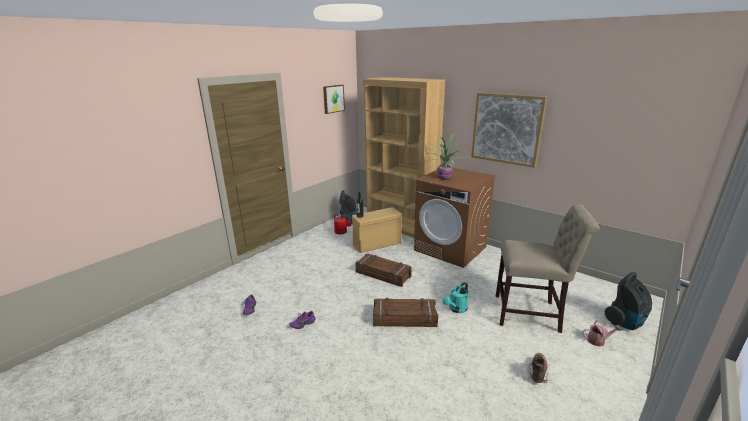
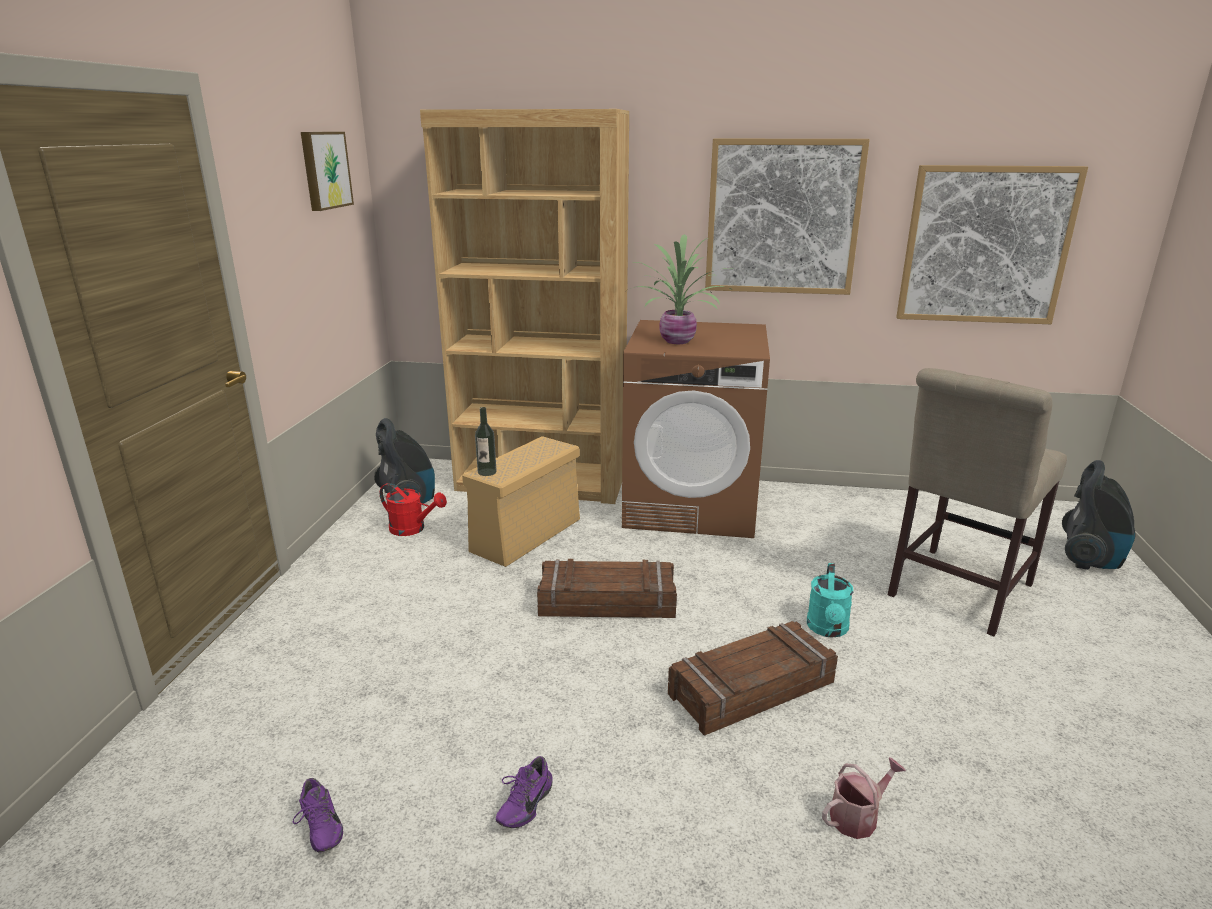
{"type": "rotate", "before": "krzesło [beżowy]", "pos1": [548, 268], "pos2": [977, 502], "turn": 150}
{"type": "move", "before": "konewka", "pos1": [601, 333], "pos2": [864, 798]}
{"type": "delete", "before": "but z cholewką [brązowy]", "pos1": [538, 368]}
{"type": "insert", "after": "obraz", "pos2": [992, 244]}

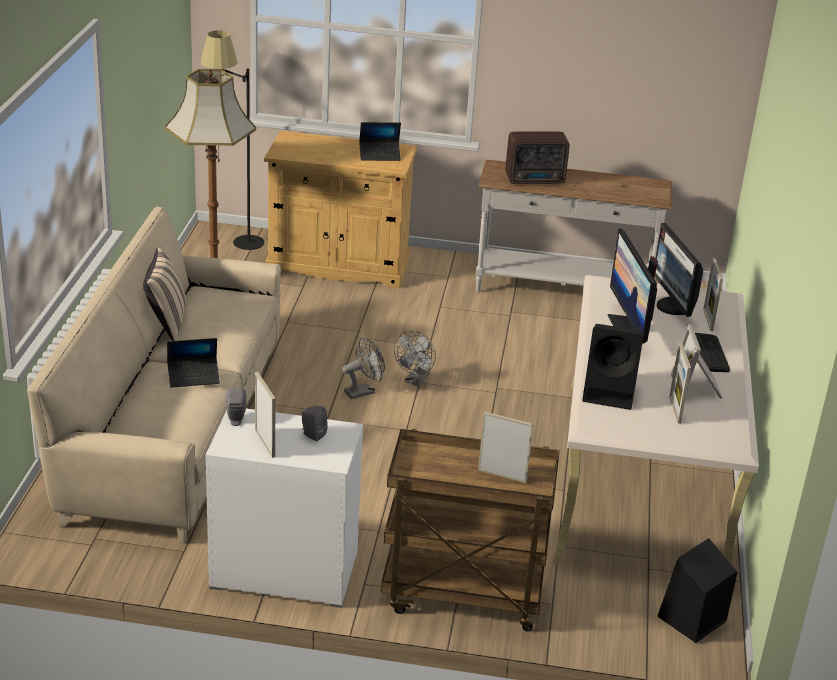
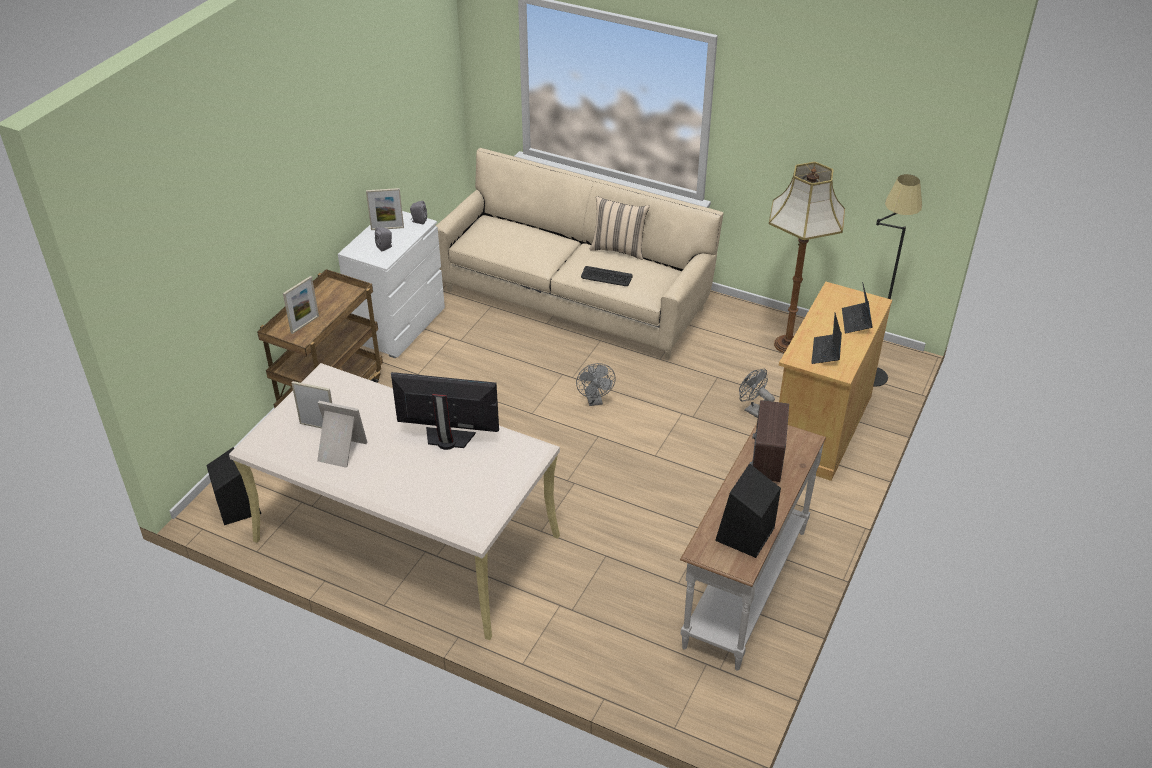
{"type": "delete", "before": "monitor", "pos1": [679, 270]}
{"type": "delete", "before": "ramka na zdjęcie", "pos1": [713, 294]}
{"type": "move", "before": "głośnik [czarny]", "pos1": [613, 367], "pos2": [748, 510]}
{"type": "move", "before": "wentylator [szary]", "pos1": [415, 358], "pos2": [757, 393]}
{"type": "move", "before": "klawiatura", "pos1": [712, 352], "pos2": [606, 276]}
{"type": "move", "before": "laptop", "pos1": [193, 363], "pos2": [857, 307]}

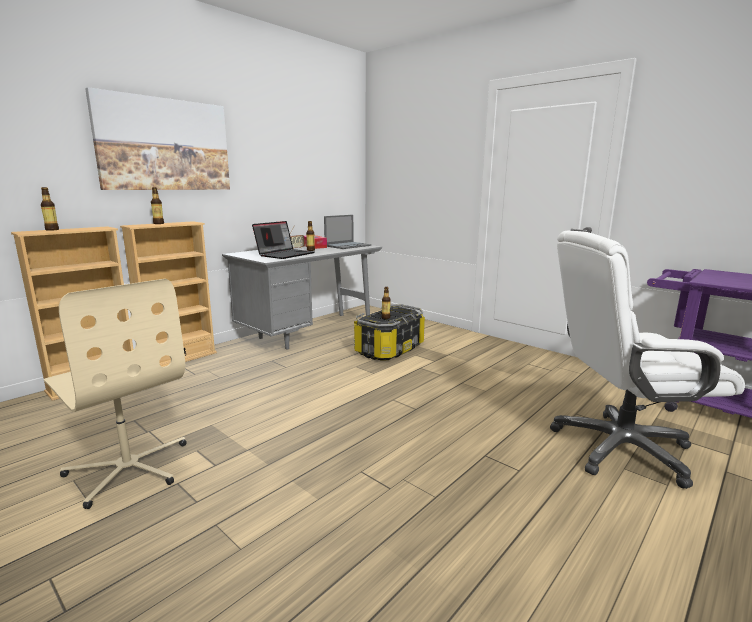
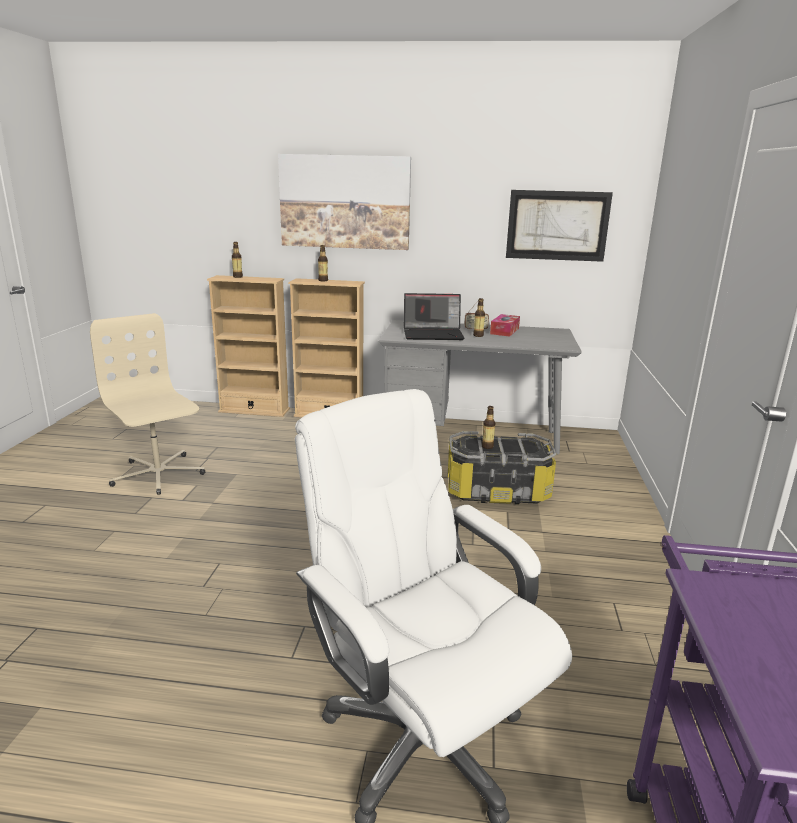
{"type": "delete", "before": "laptop", "pos1": [347, 232]}
{"type": "rotate", "before": "krzesło biurowe [beżowy]", "pos1": [115, 394], "pos2": [147, 404], "turn": 135}
{"type": "insert", "after": "obraz", "pos2": [559, 226]}

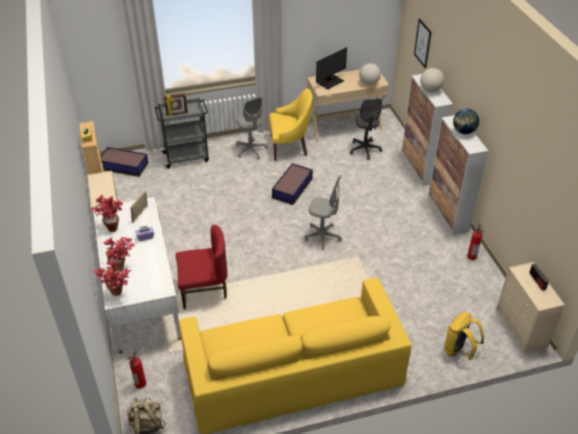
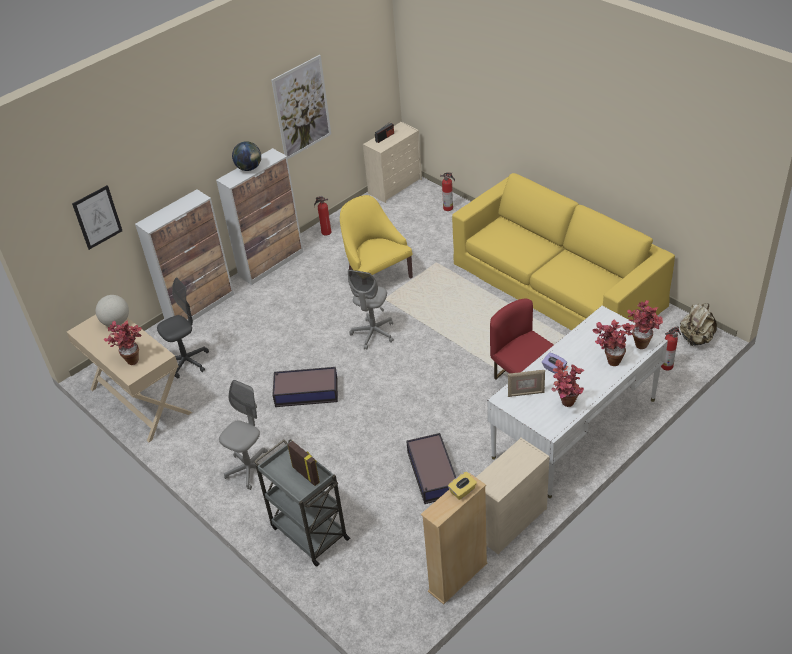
{"type": "replace", "before": "monitor", "after": "roślina doniczkowa", "pos1": [331, 68], "pos2": [123, 342]}
{"type": "delete", "before": "globus", "pos1": [432, 80]}
{"type": "move", "before": "fotel [żółty]", "pos1": [290, 125], "pos2": [376, 237]}
{"type": "move", "before": "pojemnik do przechowywania", "pos1": [124, 162], "pos2": [431, 468]}
{"type": "rotate", "before": "krzesło biurowe [szary]", "pos1": [323, 212], "pos2": [371, 310], "turn": -150}
{"type": "replace", "before": "plecak [żółty]", "after": "gaśnica", "pos1": [464, 336], "pos2": [447, 191]}
{"type": "insert", "after": "obraz", "pos2": [301, 107]}

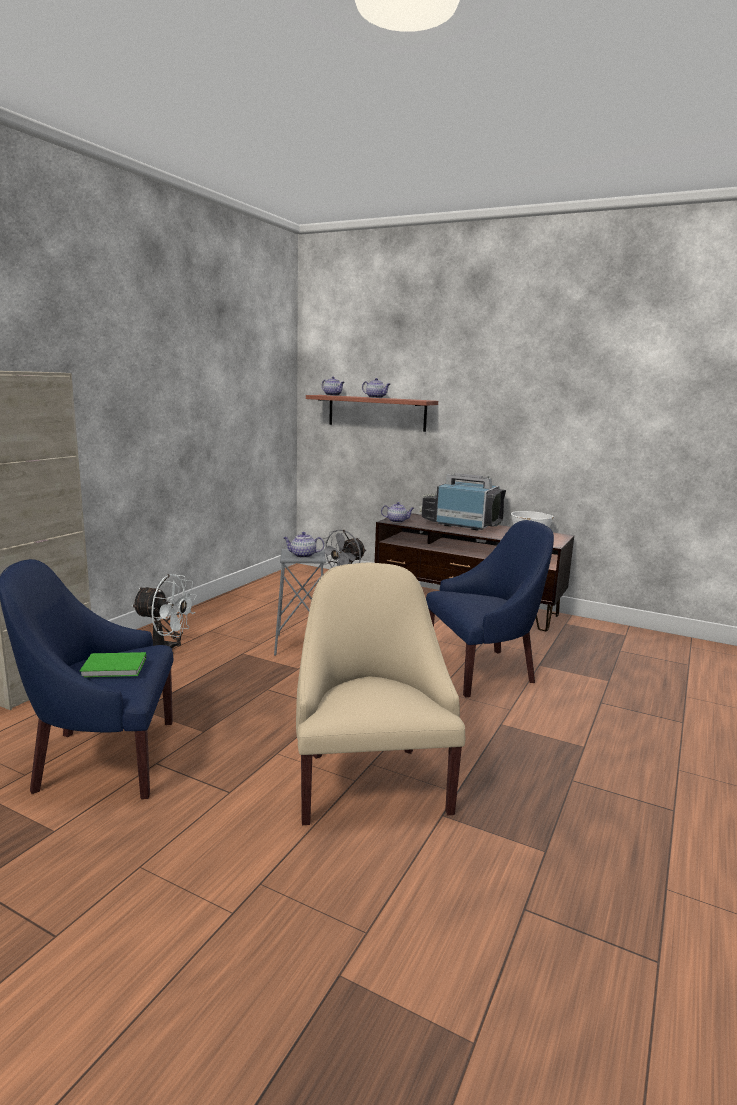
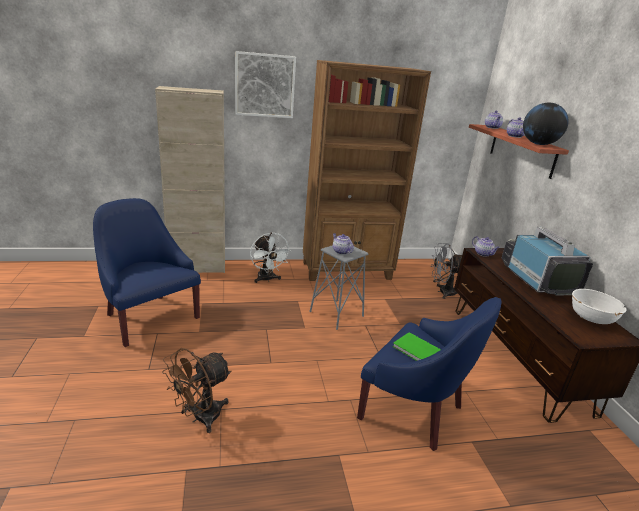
{"type": "replace", "before": "fotel [beżowy]", "after": "wentylator [brązowy]", "pos1": [380, 694], "pos2": [196, 390]}
{"type": "move", "before": "książka [zielony]", "pos1": [113, 664], "pos2": [416, 346]}
{"type": "insert", "after": "obraz", "pos2": [265, 84]}
{"type": "insert", "after": "regał [brązowy]", "pos2": [367, 170]}
{"type": "insert", "after": "globus", "pos2": [546, 124]}

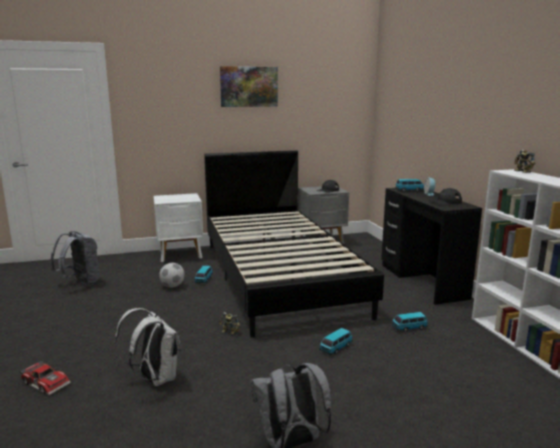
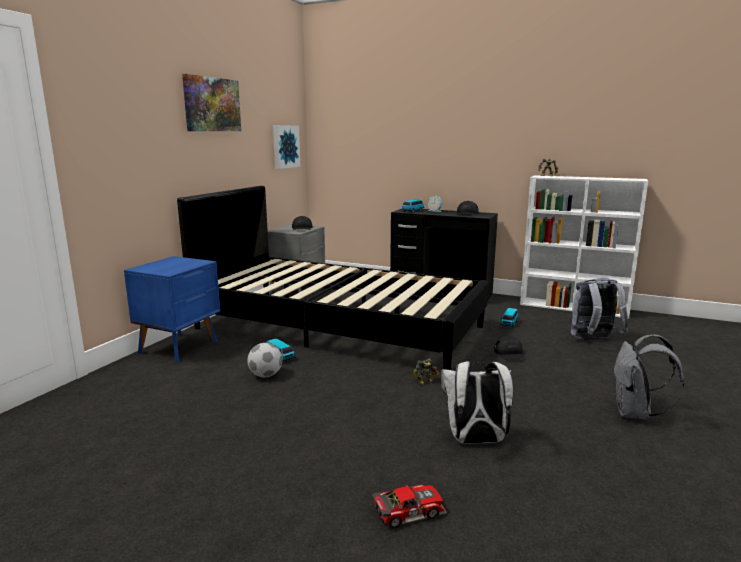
{"type": "recolor", "before": "szafka nocna [biały]", "after": "szafka nocna [niebieski]", "pos1": [178, 227], "pos2": [172, 309]}
{"type": "move", "before": "plecak [szary]", "pos1": [75, 258], "pos2": [600, 309]}
{"type": "replace", "before": "samochodzik", "after": "czapka z daszkiem [czarny]", "pos1": [336, 341], "pos2": [510, 348]}
{"type": "insert", "after": "obraz", "pos2": [286, 147]}

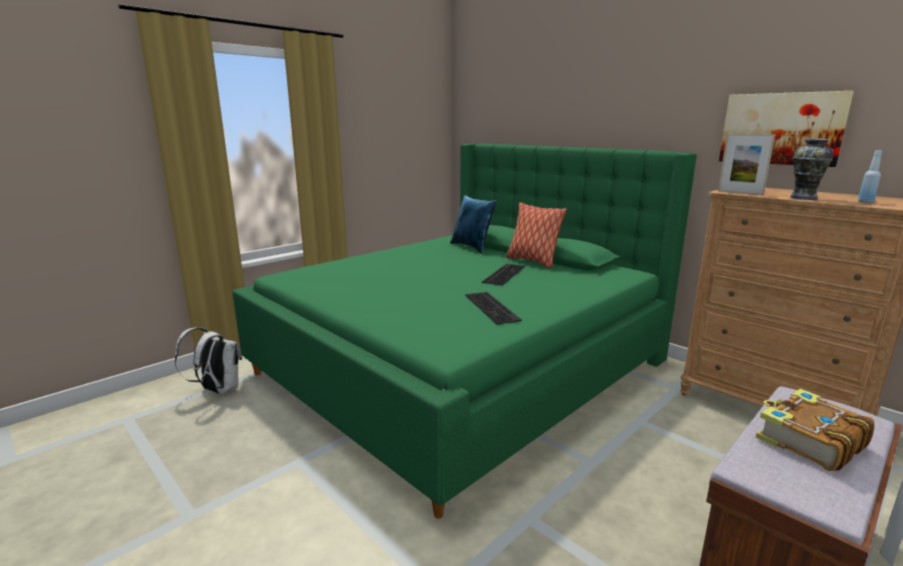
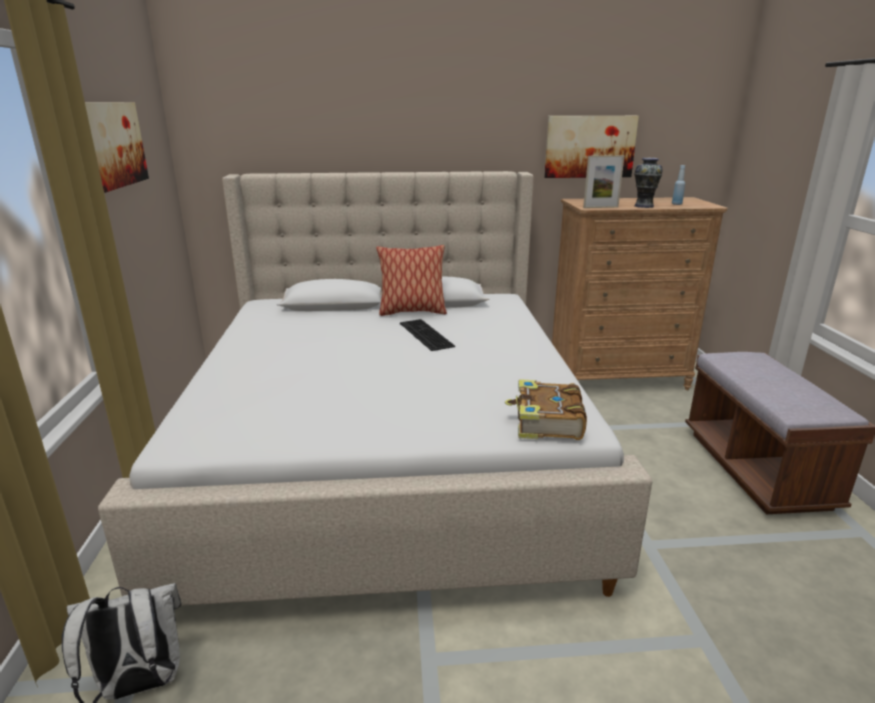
{"type": "recolor", "before": "łóżko [zielony]", "after": "łóżko [beżowy]", "pos1": [464, 331], "pos2": [375, 388]}
{"type": "delete", "before": "poduszka [niebieski]", "pos1": [473, 224]}
{"type": "delete", "before": "klawiatura", "pos1": [493, 308]}
{"type": "move", "before": "książka", "pos1": [815, 430], "pos2": [546, 409]}
{"type": "insert", "after": "obraz", "pos2": [117, 147]}

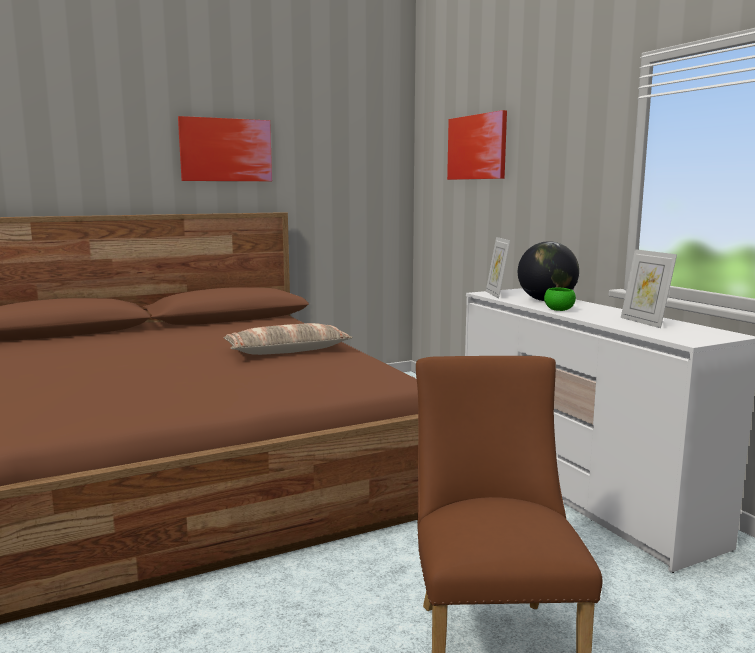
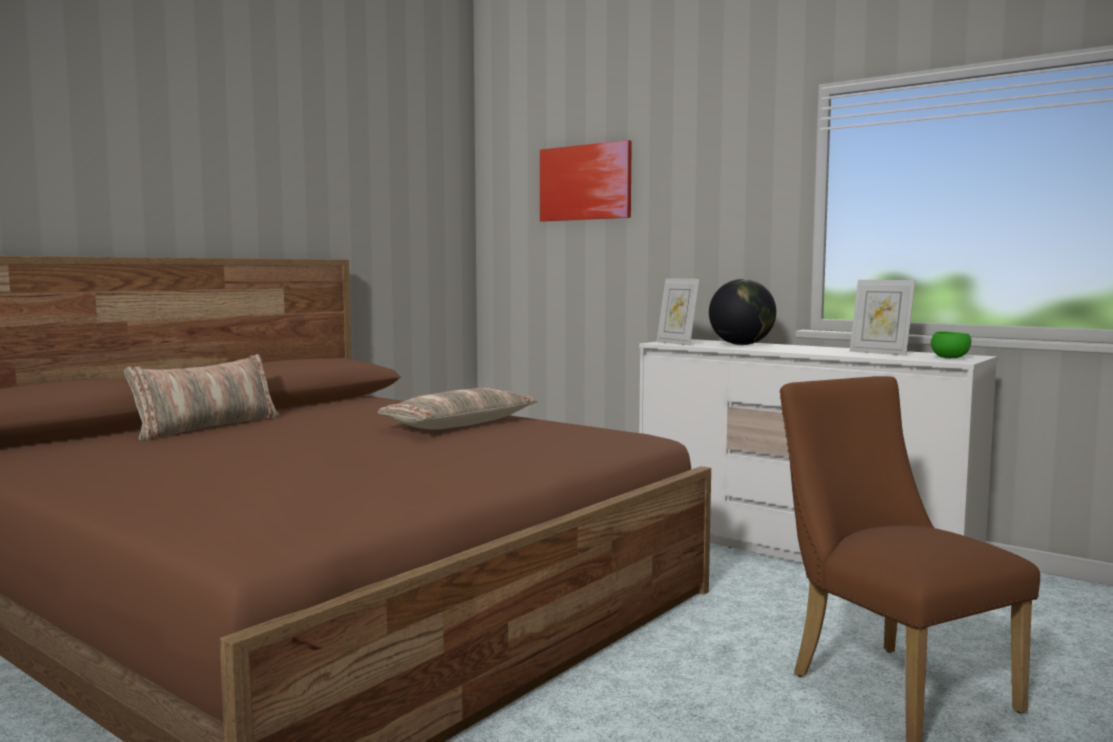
{"type": "delete", "before": "obraz", "pos1": [225, 148]}
{"type": "move", "before": "miska [zielony]", "pos1": [560, 299], "pos2": [951, 344]}
{"type": "insert", "after": "poduszka", "pos2": [201, 397]}

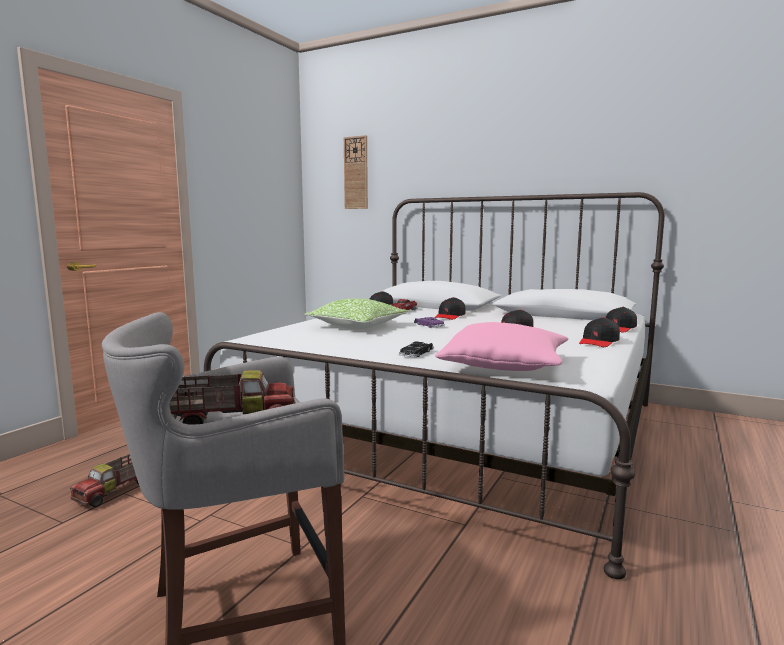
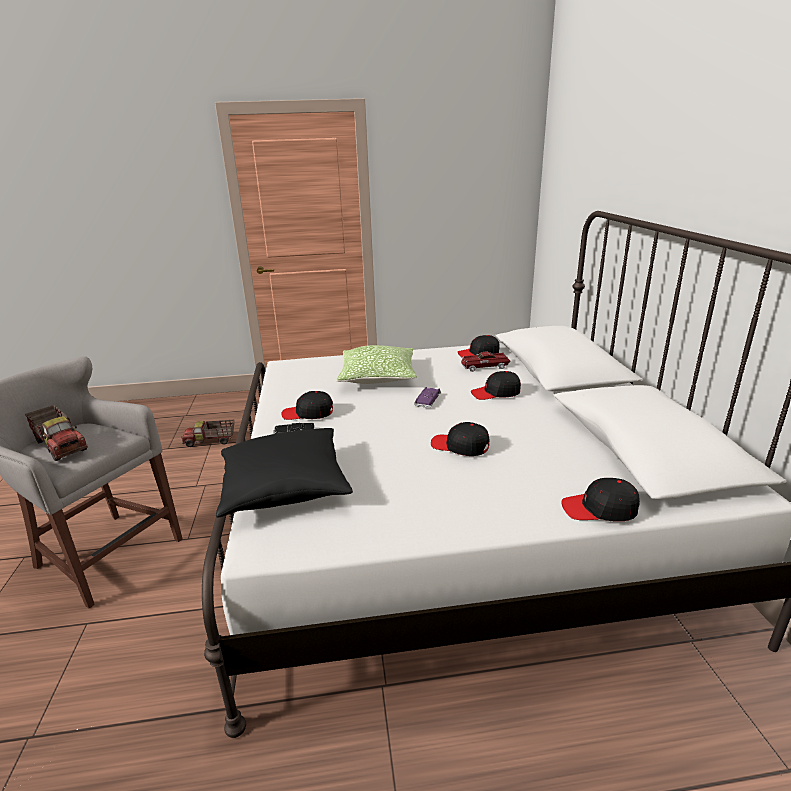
{"type": "delete", "before": "zegar ścienny", "pos1": [356, 172]}
{"type": "move", "before": "czapka z daszkiem [czarny]", "pos1": [599, 332], "pos2": [307, 405]}
{"type": "recolor", "before": "poduszka [różowy]", "after": "poduszka [czarny]", "pos1": [502, 346], "pos2": [284, 473]}

